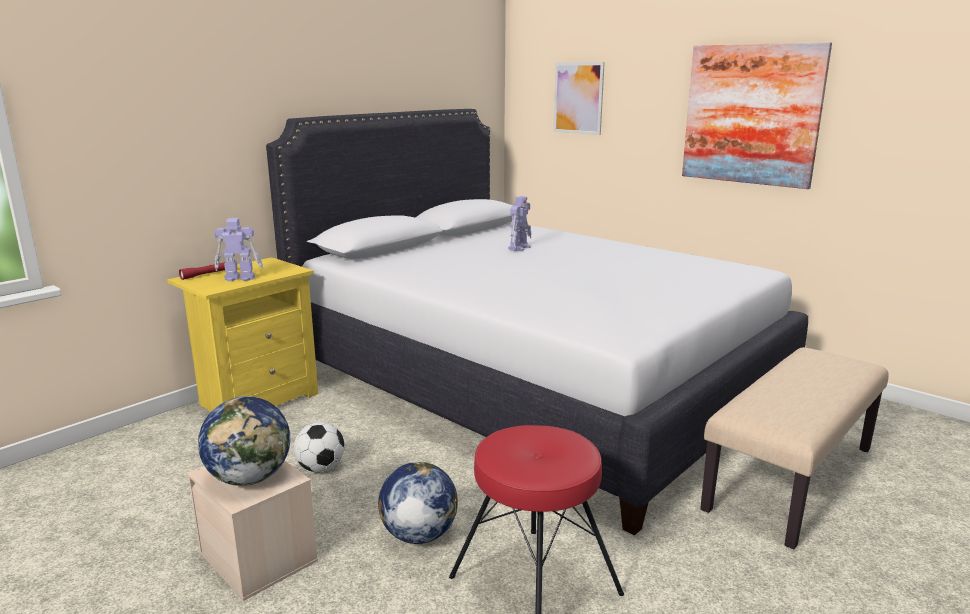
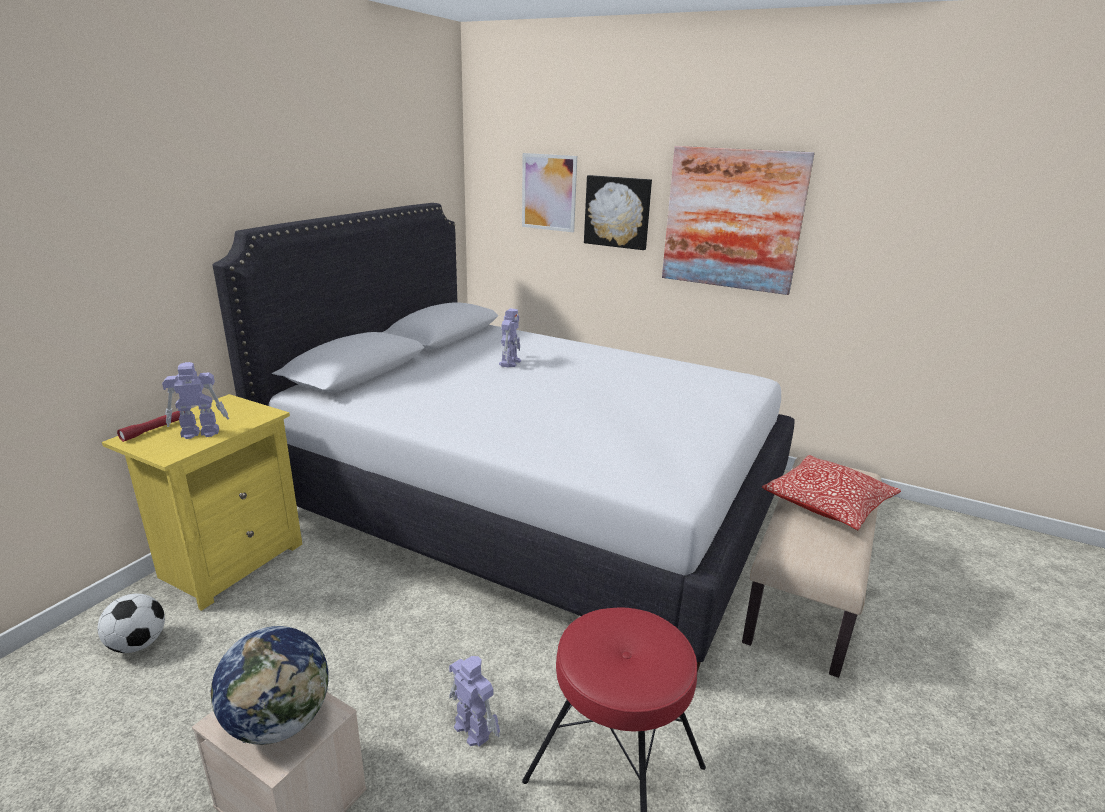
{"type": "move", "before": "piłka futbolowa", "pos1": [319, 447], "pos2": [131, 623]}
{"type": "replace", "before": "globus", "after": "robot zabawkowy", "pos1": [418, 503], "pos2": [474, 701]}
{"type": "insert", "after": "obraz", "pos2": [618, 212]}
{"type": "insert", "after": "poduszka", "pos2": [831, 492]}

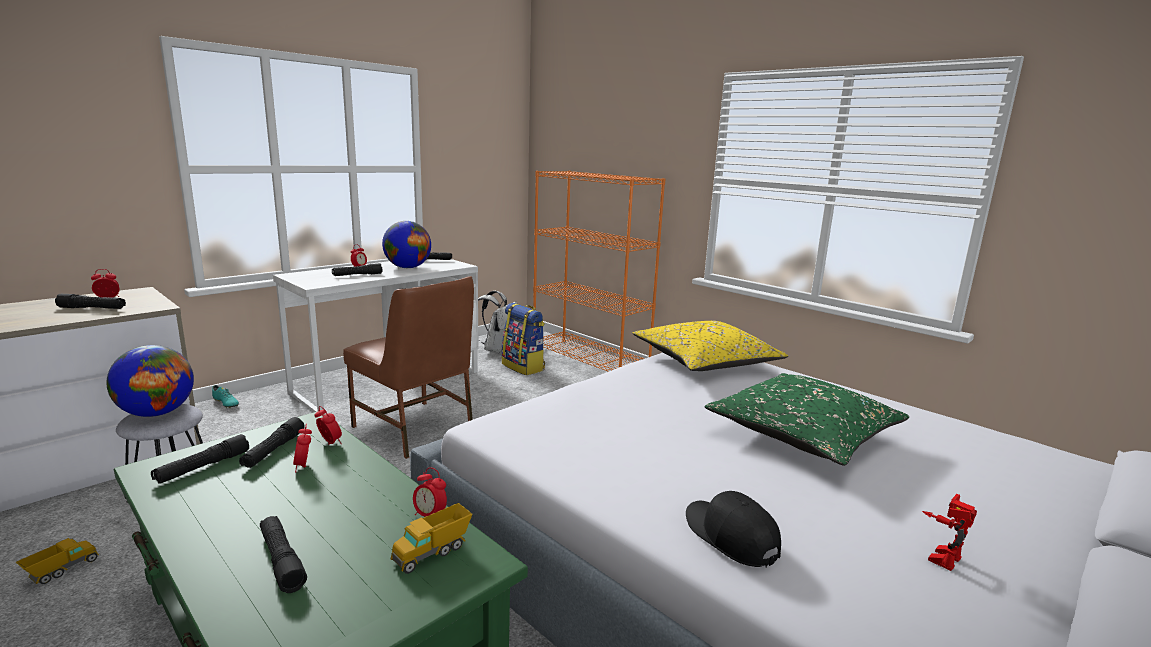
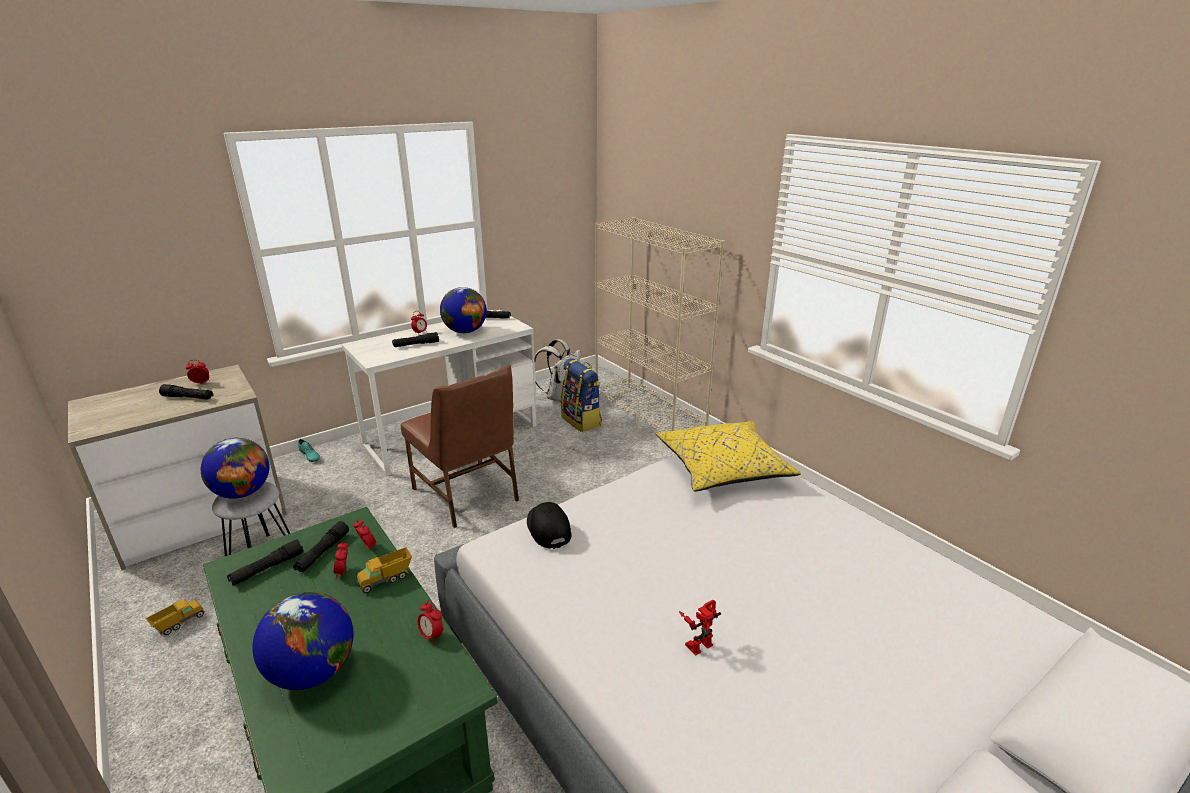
{"type": "recolor", "before": "regał [pomarańczowy]", "after": "regał [beżowy]", "pos1": [599, 271], "pos2": [660, 324]}
{"type": "delete", "before": "poduszka [zielony]", "pos1": [807, 419]}
{"type": "move", "before": "czapka z daszkiem [czarny]", "pos1": [733, 529], "pos2": [549, 525]}
{"type": "move", "before": "robot zabawkowy", "pos1": [949, 532], "pos2": [700, 628]}
{"type": "move", "before": "ciężarówka zabawkowa", "pos1": [431, 538], "pos2": [384, 570]}
{"type": "replace", "before": "latarka [czarny]", "after": "globus", "pos1": [283, 554], "pos2": [302, 641]}

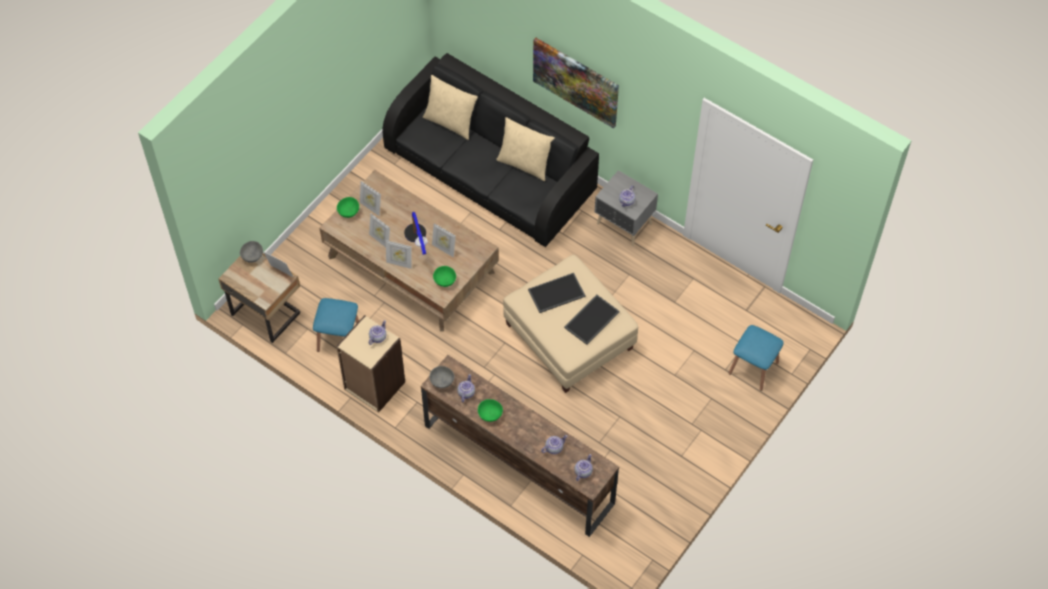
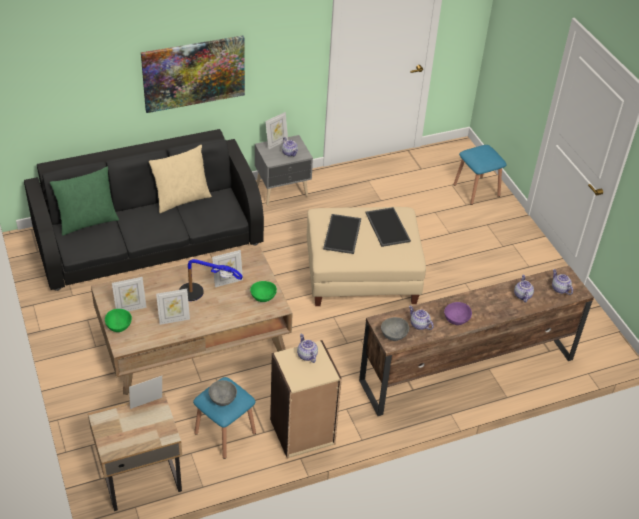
{"type": "recolor", "before": "poduszka [beżowy]", "after": "poduszka [zielony]", "pos1": [450, 107], "pos2": [84, 201]}
{"type": "move", "before": "ramka na zdjęcie", "pos1": [399, 254], "pos2": [276, 131]}
{"type": "move", "before": "miska [szary]", "pos1": [251, 252], "pos2": [223, 393]}
{"type": "recolor", "before": "miska [zielony]", "after": "miska [fioletowy]", "pos1": [490, 410], "pos2": [458, 313]}

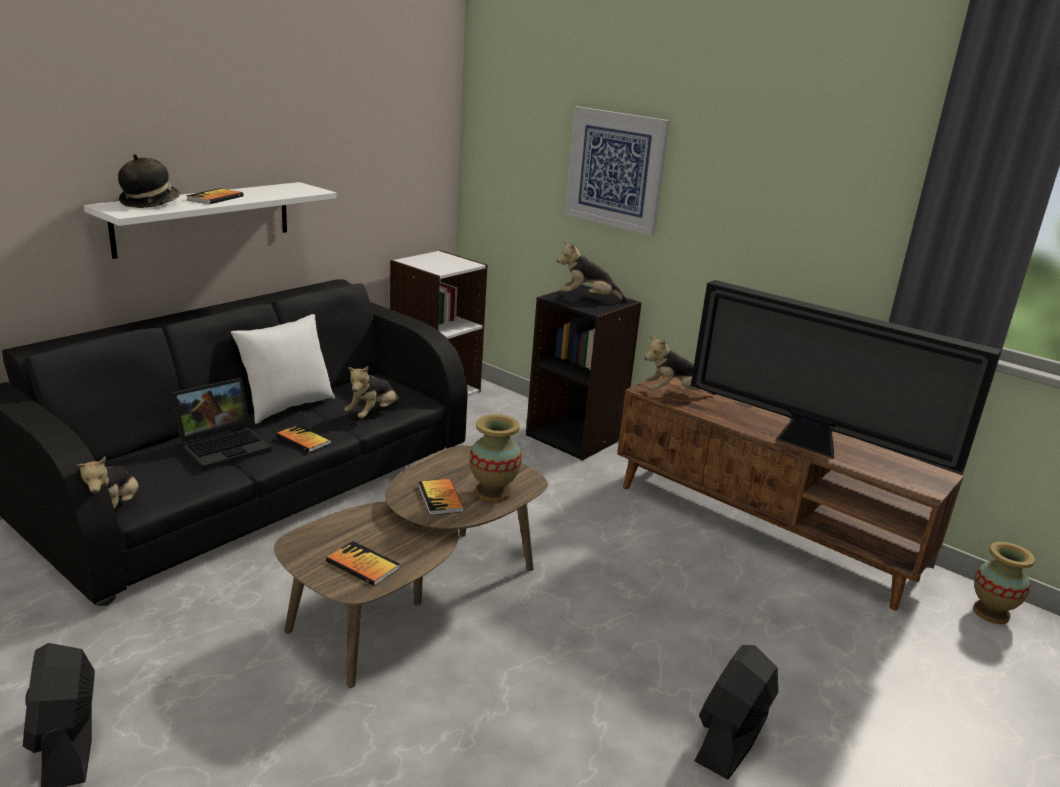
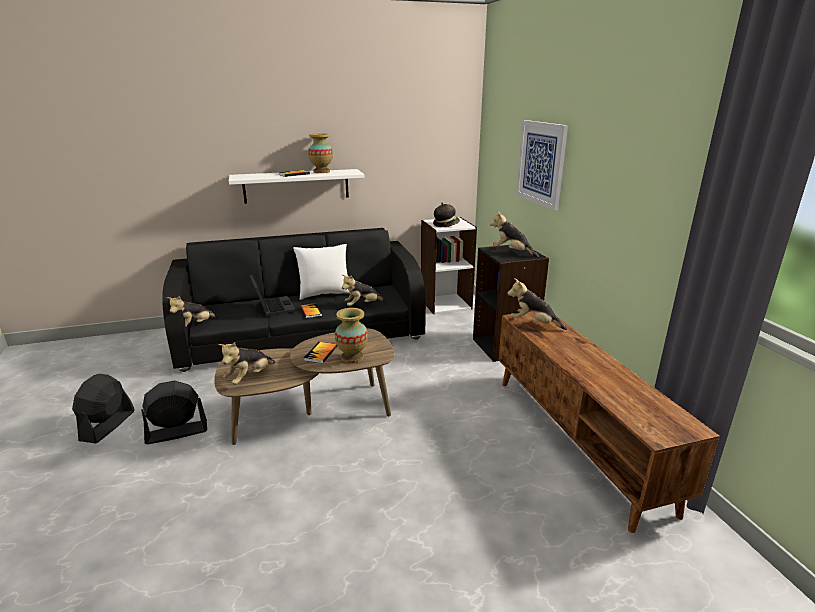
{"type": "move", "before": "kapelusz", "pos1": [149, 181], "pos2": [446, 215]}
{"type": "delete", "before": "telewizor", "pos1": [846, 376]}
{"type": "rotate", "before": "laptop", "pos1": [221, 424], "pos2": [272, 295], "turn": -105}
{"type": "replace", "before": "książka", "after": "pluszak", "pos1": [363, 563], "pos2": [246, 363]}
{"type": "move", "before": "wazon", "pos1": [1004, 583], "pos2": [320, 153]}
{"type": "move", "before": "wentylator [czarny]", "pos1": [736, 712], "pos2": [174, 412]}

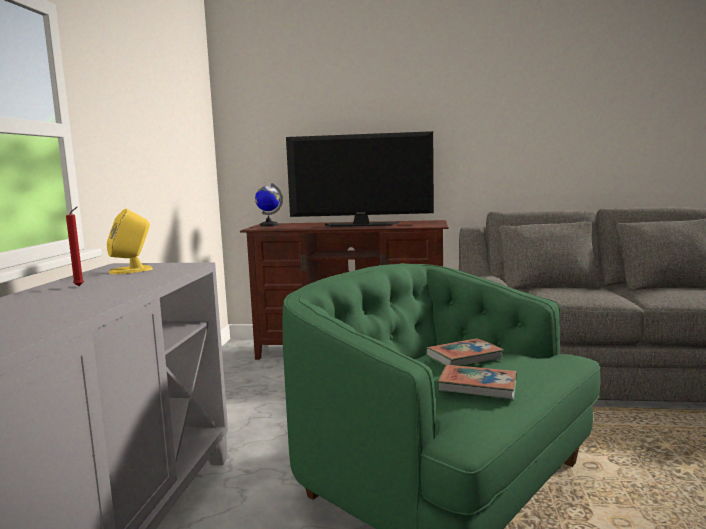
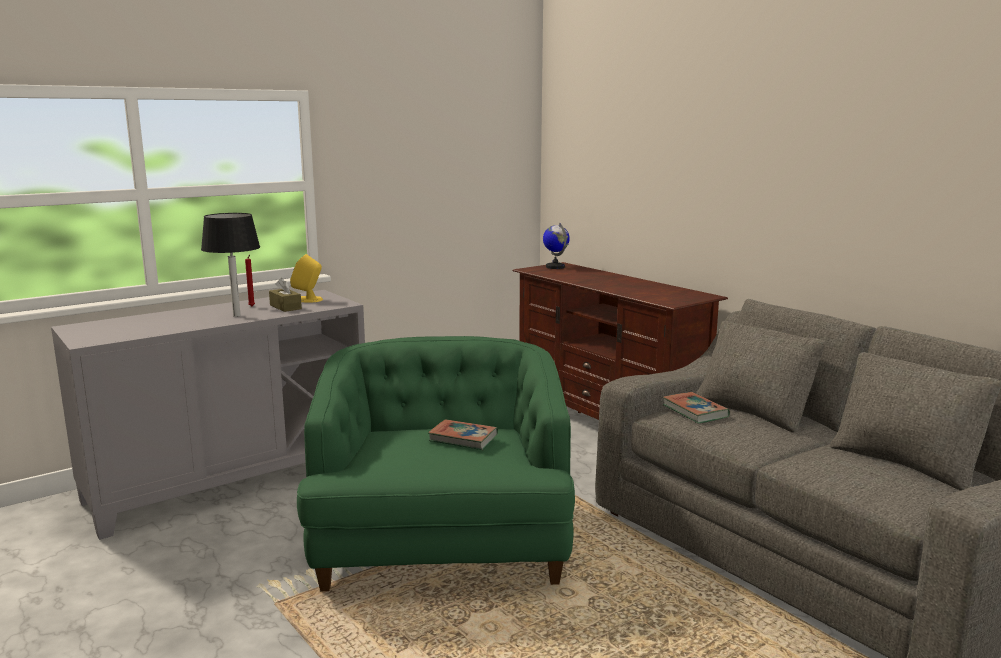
{"type": "delete", "before": "telewizor", "pos1": [360, 179]}
{"type": "move", "before": "książka", "pos1": [477, 383], "pos2": [696, 407]}
{"type": "insert", "after": "lampa stołowa [czarny]", "pos2": [230, 265]}
{"type": "insert", "after": "pudełko chusteczek [brązowy]", "pos2": [285, 295]}

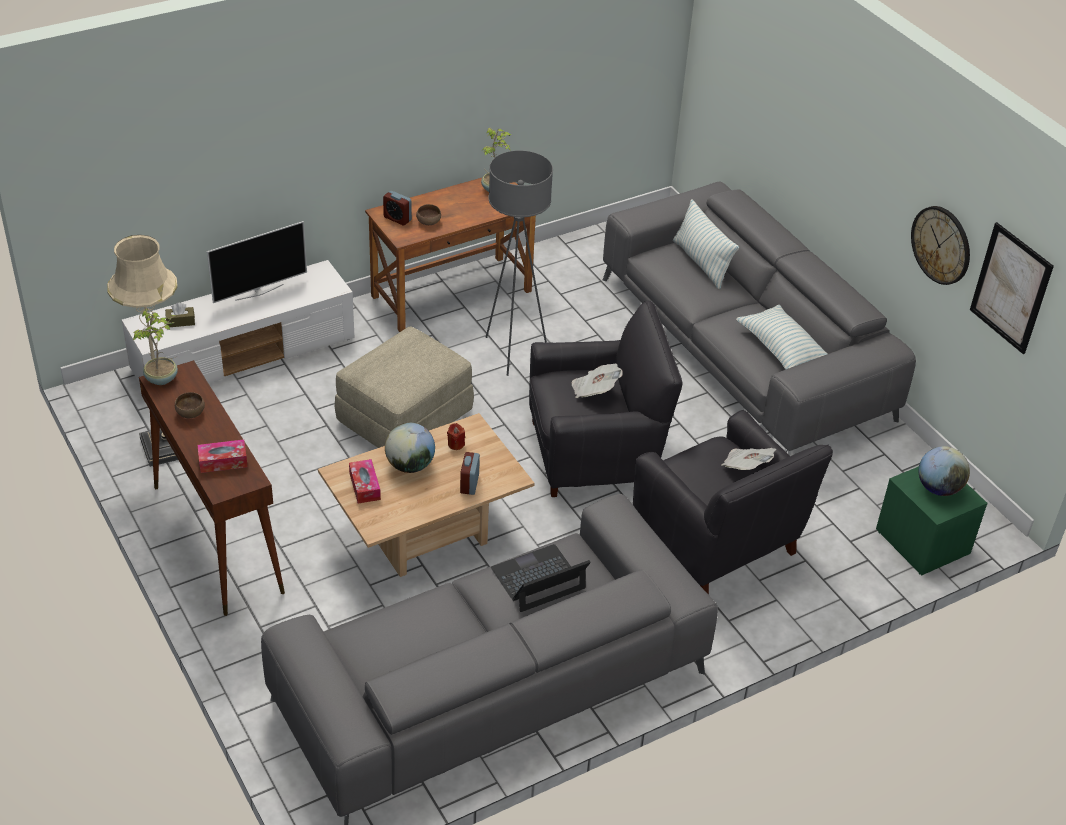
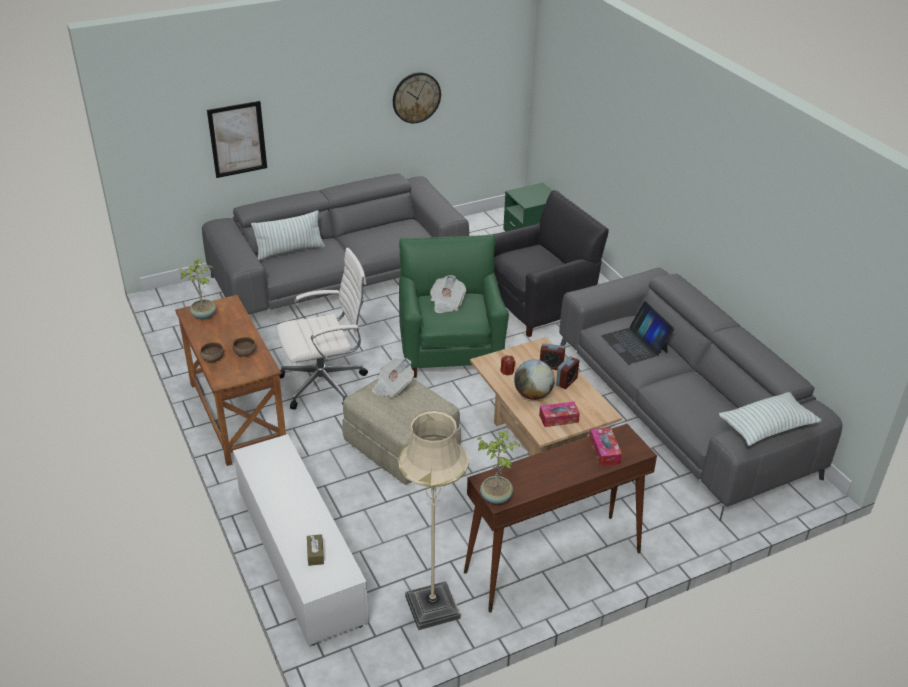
{"type": "replace", "before": "lampa stojąca [szary]", "after": "krzesło biurowe [biały]", "pos1": [519, 263], "pos2": [322, 329]}
{"type": "move", "before": "budzik", "pos1": [397, 208], "pos2": [567, 372]}
{"type": "delete", "before": "telewizor", "pos1": [257, 262]}
{"type": "move", "before": "obraz", "pos1": [1012, 288], "pos2": [237, 139]}
{"type": "recolor", "before": "fotel [czarny]", "after": "fotel [zielony]", "pos1": [605, 399], "pos2": [454, 306]}
{"type": "move", "before": "poduszka", "pos1": [782, 337], "pos2": [770, 419]}
{"type": "move", "before": "miska [brązowy]", "pos1": [190, 405], "pos2": [212, 352]}
{"type": "delete", "before": "globus", "pos1": [944, 471]}
{"type": "move", "before": "gazeta", "pos1": [749, 459], "pos2": [393, 378]}

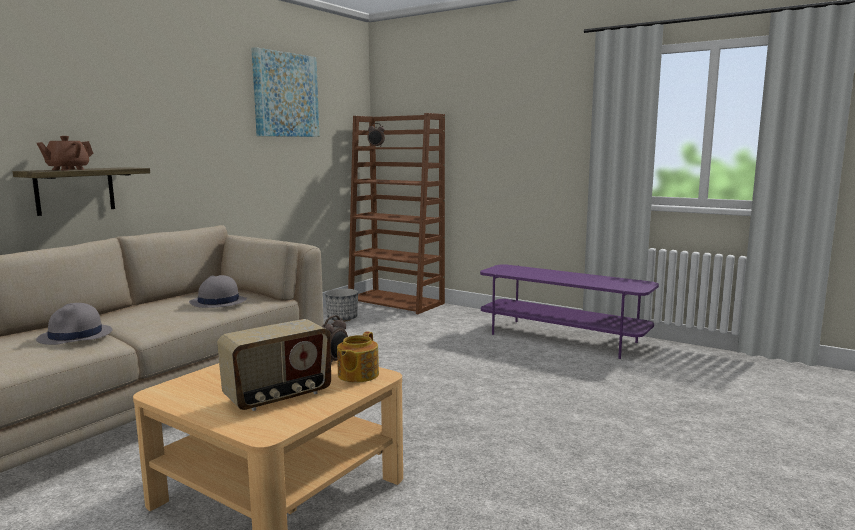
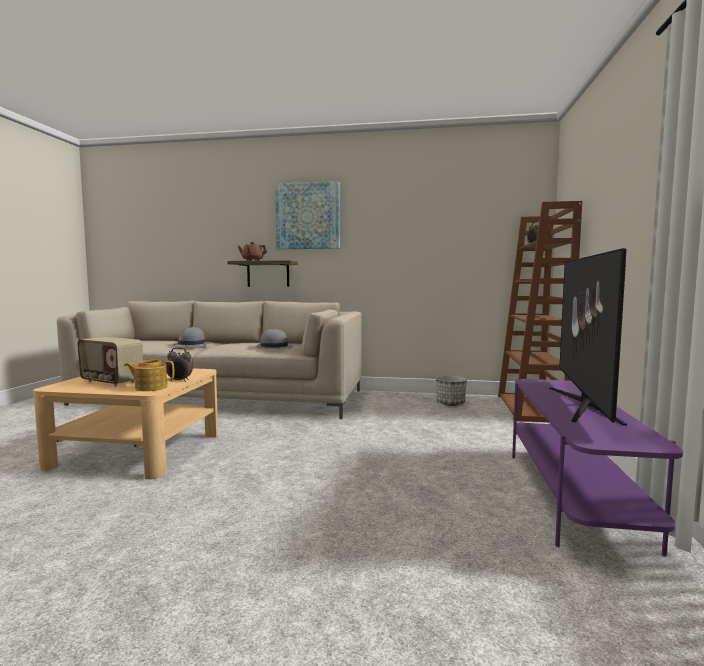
{"type": "move", "before": "obraz", "pos1": [285, 92], "pos2": [307, 215]}
{"type": "insert", "after": "telewizor", "pos2": [588, 336]}

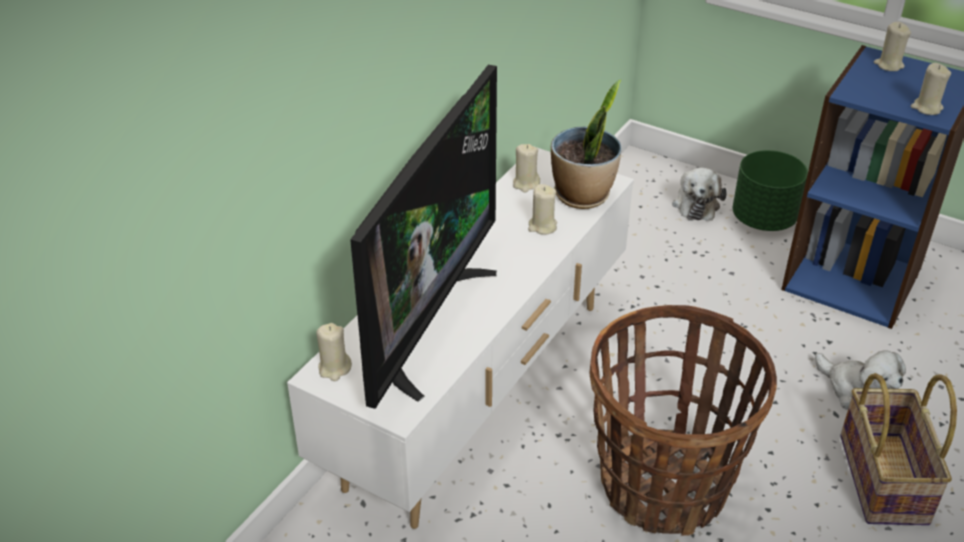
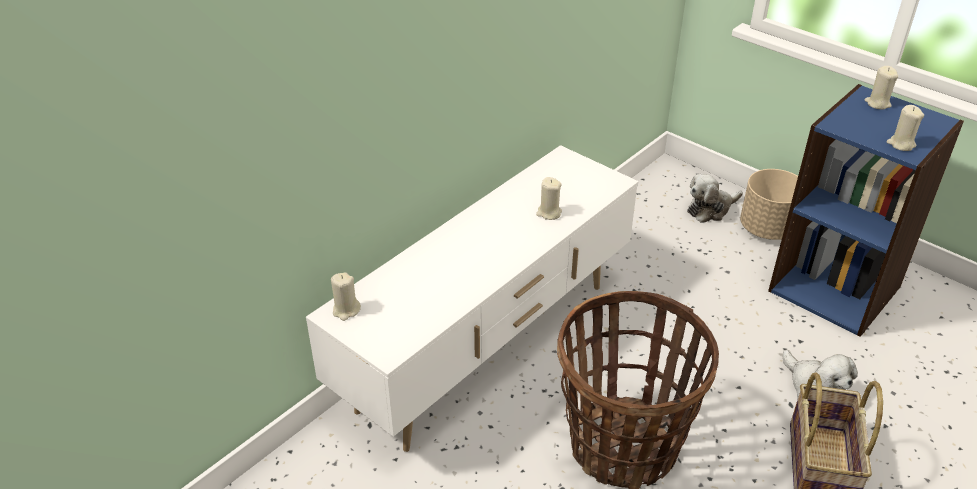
{"type": "delete", "before": "telewizor", "pos1": [423, 237]}
{"type": "delete", "before": "roślina doniczkowa", "pos1": [586, 144]}
{"type": "delete", "before": "świeca [beżowy]", "pos1": [526, 168]}
{"type": "recolor", "before": "donica [zielony]", "after": "donica [beżowy]", "pos1": [770, 190], "pos2": [769, 204]}
{"type": "rotate", "before": "pluszak", "pos1": [699, 194], "pos2": [715, 198], "turn": 45}

